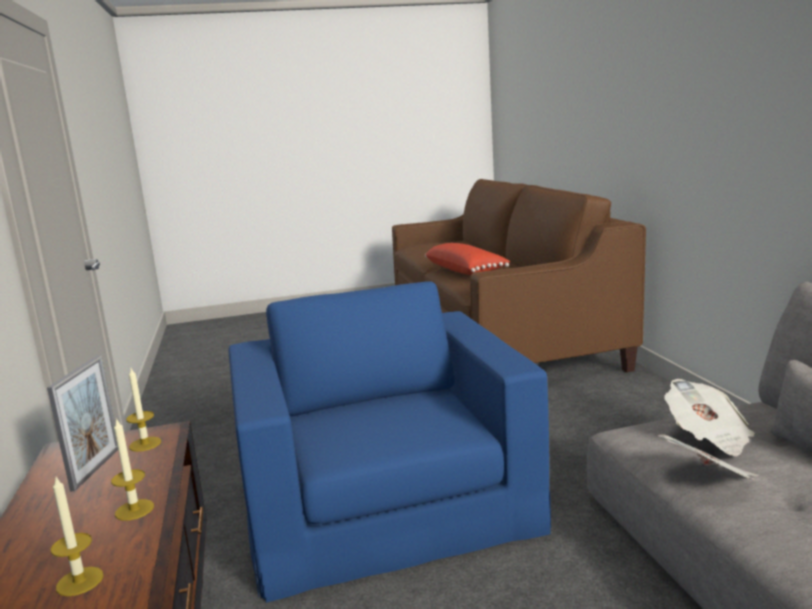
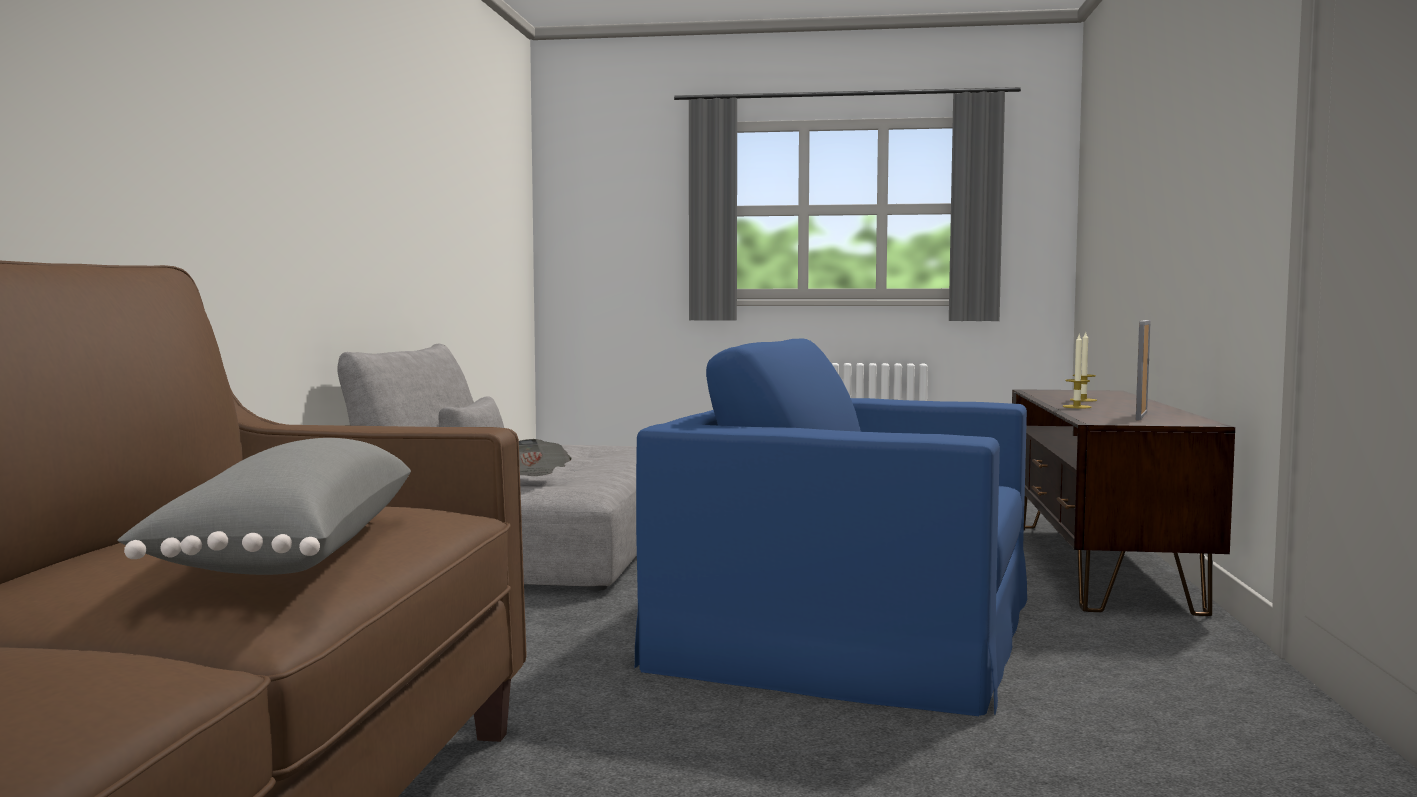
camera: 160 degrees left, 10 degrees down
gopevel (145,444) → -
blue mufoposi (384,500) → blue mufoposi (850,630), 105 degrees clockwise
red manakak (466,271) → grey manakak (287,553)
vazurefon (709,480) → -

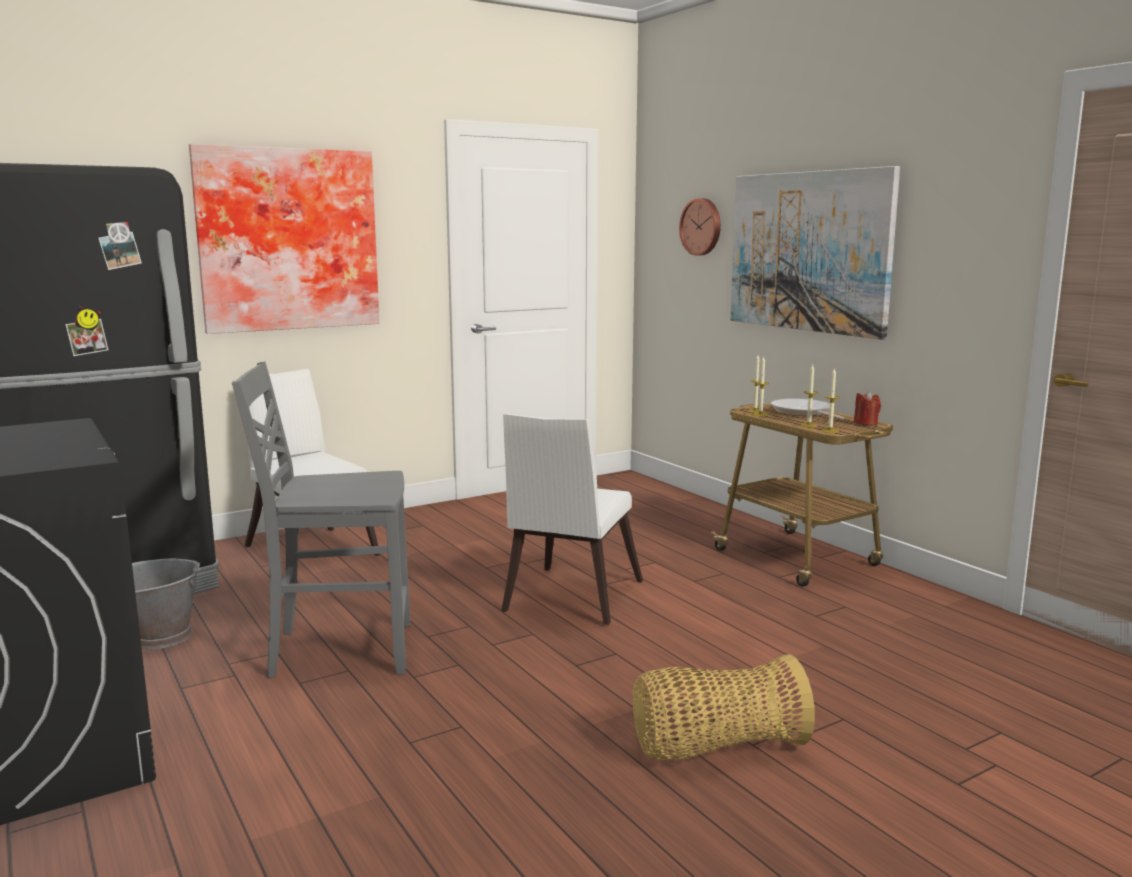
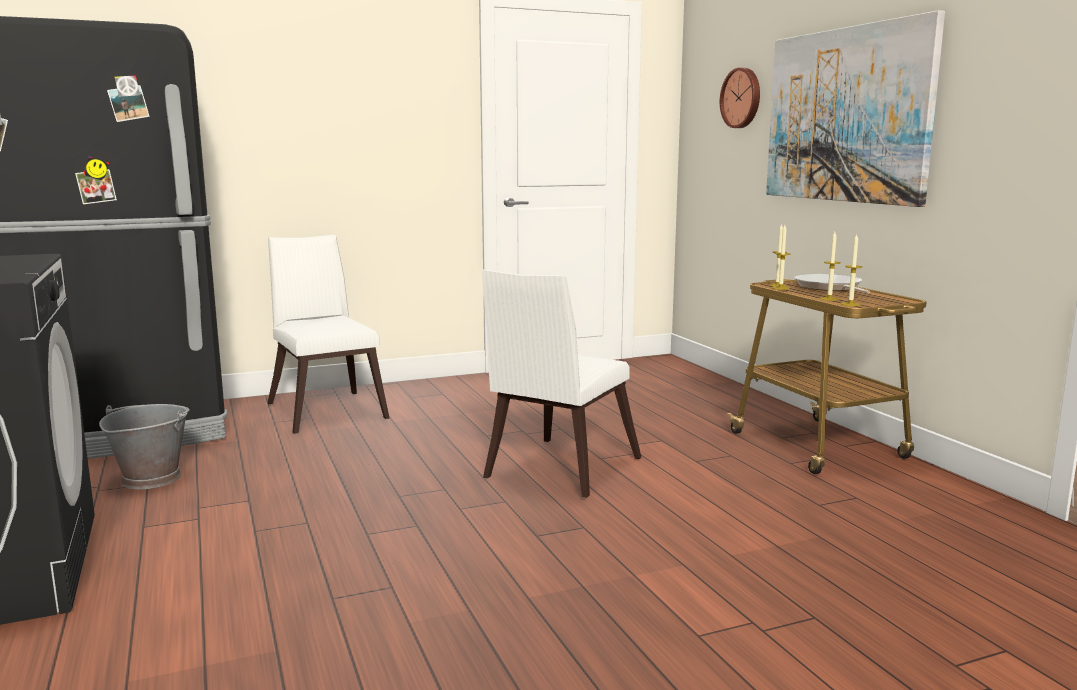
camera: 10 degrees right, 0 degrees up
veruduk (288,240) → -
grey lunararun (339,650) → -
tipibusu (715,748) → -
red gopevel (866,423) → -

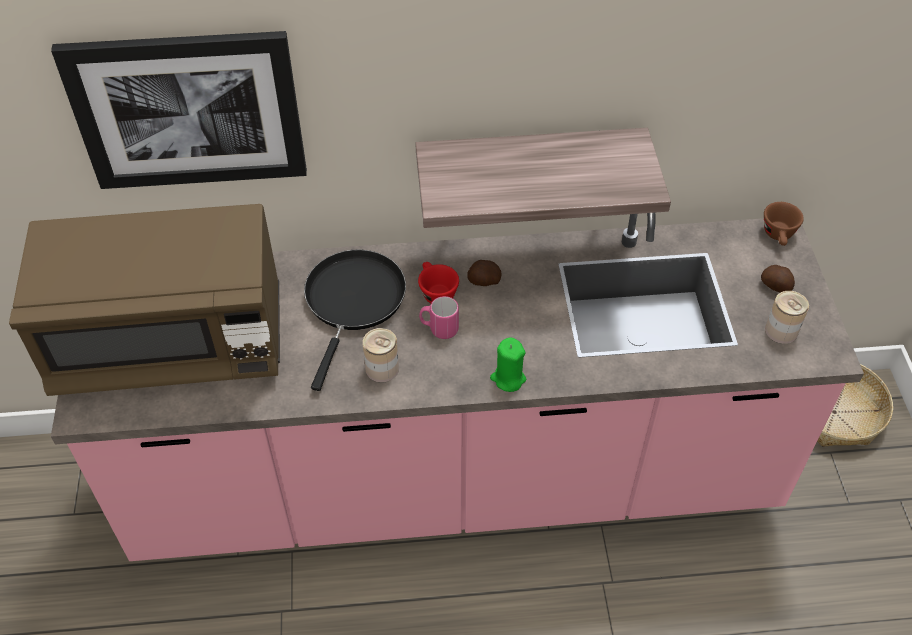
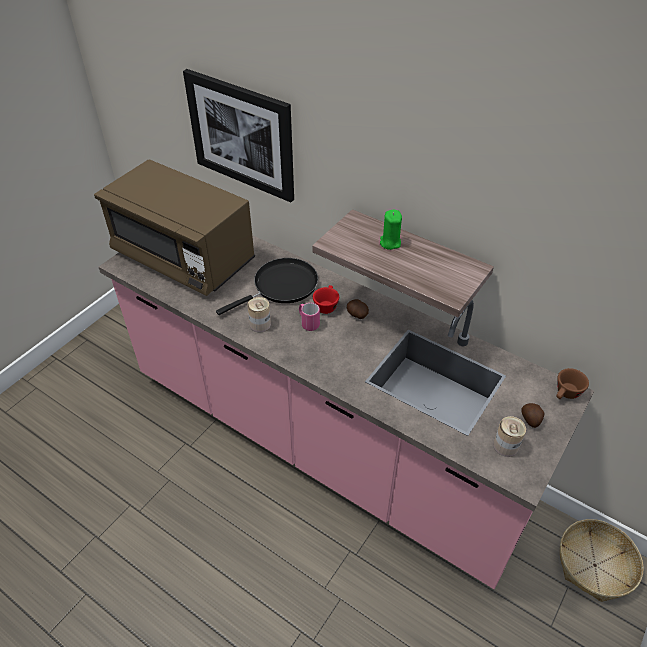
camera: 40 degrees right, 5 degrees down
green gopevel (508,378) → green gopevel (390,242), move

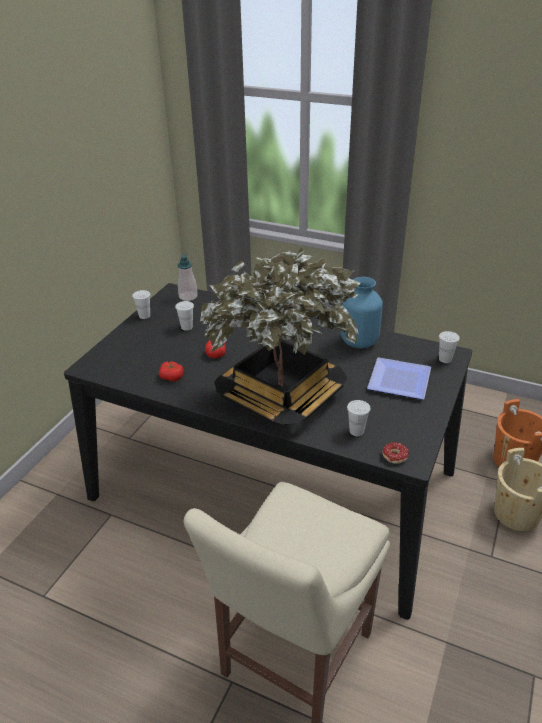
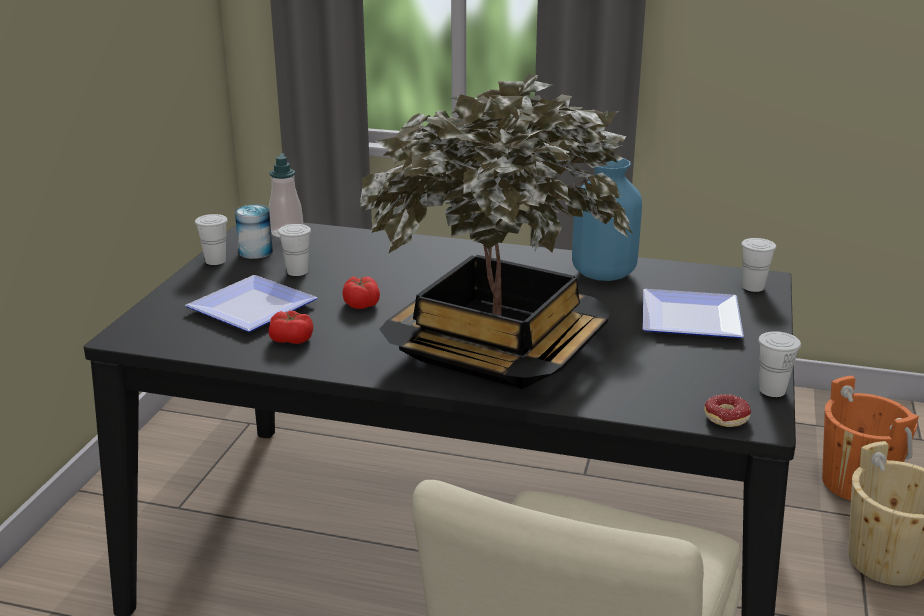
camera: 10 degrees left, 10 degrees down
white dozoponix (356,431) → white dozoponix (772,390), move
- → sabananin (257,308)
- → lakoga (255,252)

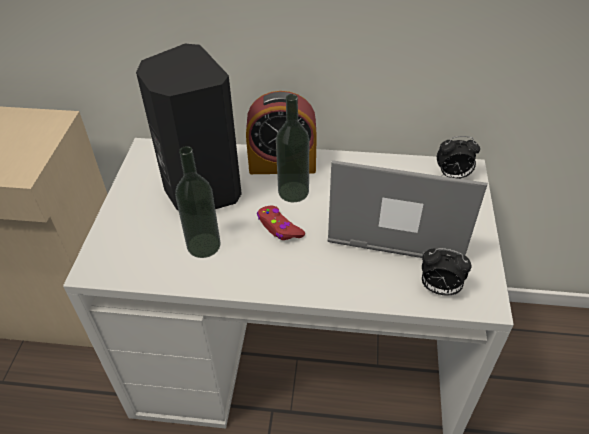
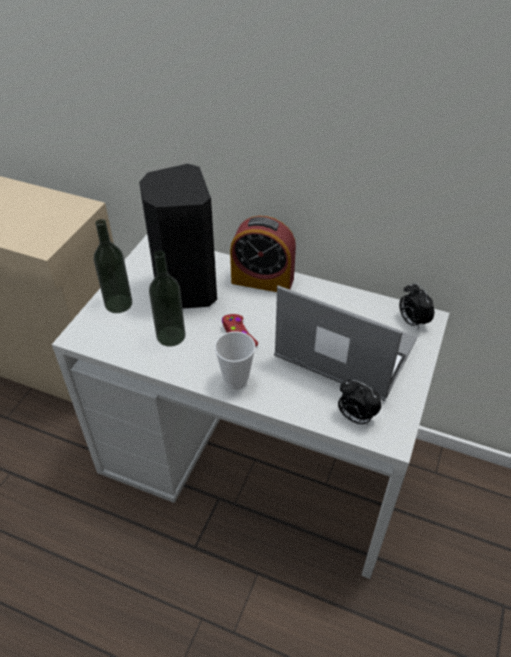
camera: 15 degrees right, 0 degrees up
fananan (293,192) → fananan (118,304), move
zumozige (452,176) → zumozige (412,321), 45 degrees clockwise
- → dozoponix (236,380)

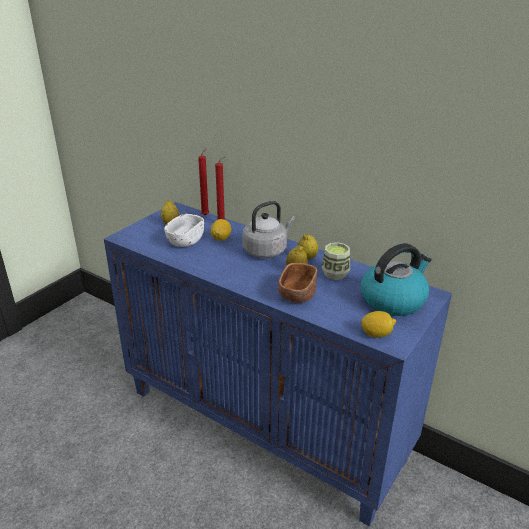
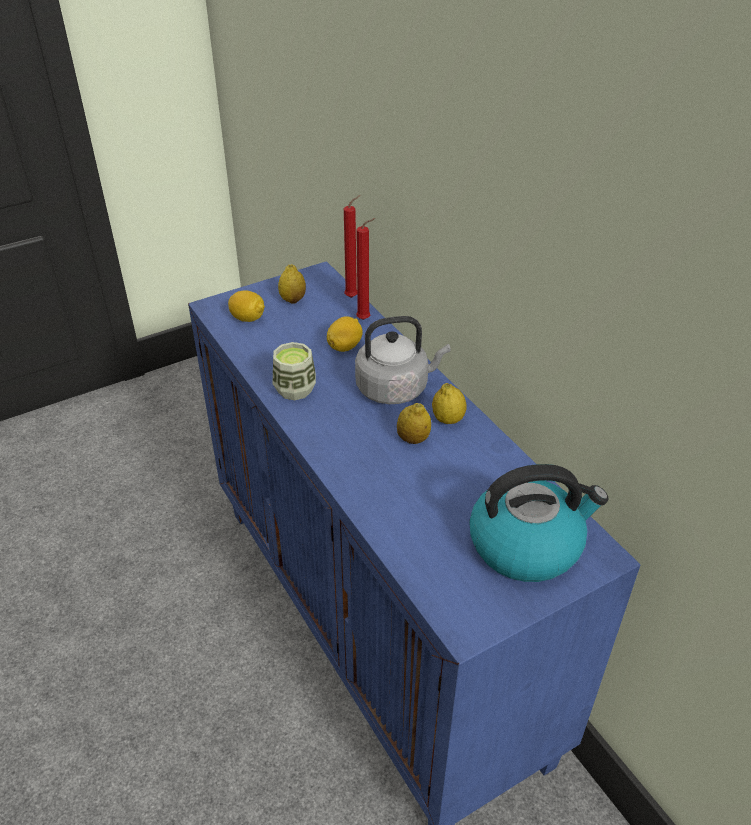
camera: 25 degrees right, 10 degrees up
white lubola (185,241) → -
brown lubola (297,294) → -
dozoponix (335,274) → dozoponix (295,389), move
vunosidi (376,334) → vunosidi (248,318), move

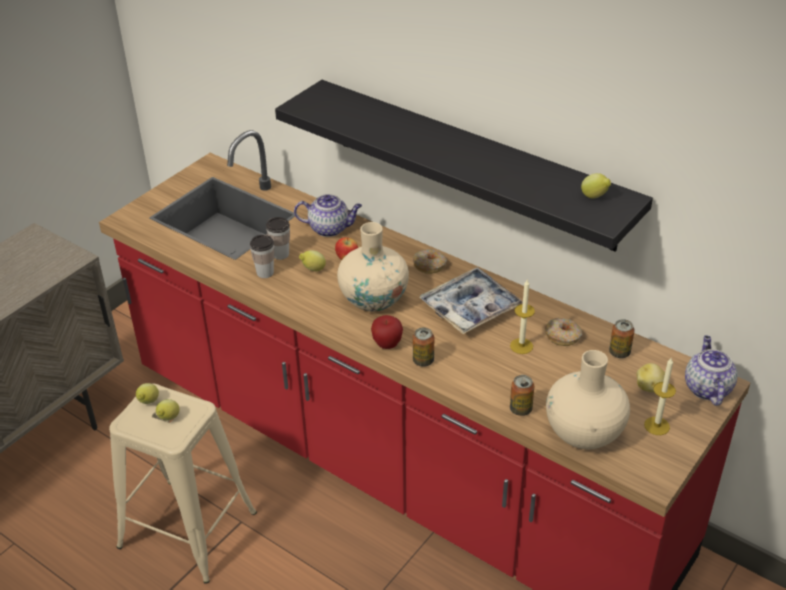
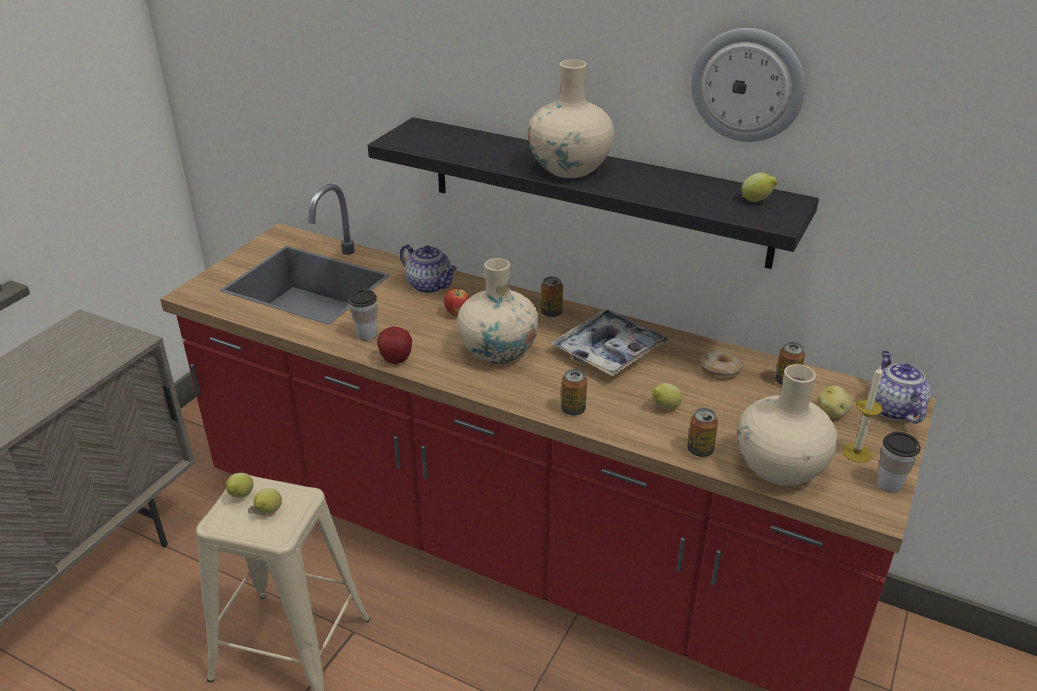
camera: 10 degrees left, 5 degrees down
dozoponix (280,254) → dozoponix (889,484), move
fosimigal (330,228) → fosimigal (430,285), 45 degrees clockwise
vunosidi (313,269) → vunosidi (664,408), move
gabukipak (387,344) → gabukipak (396,360), move
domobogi (430,265) → lakoga (551,313)
gopevel (521,346) → -
- → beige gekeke (569,168)
- → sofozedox (747,85)

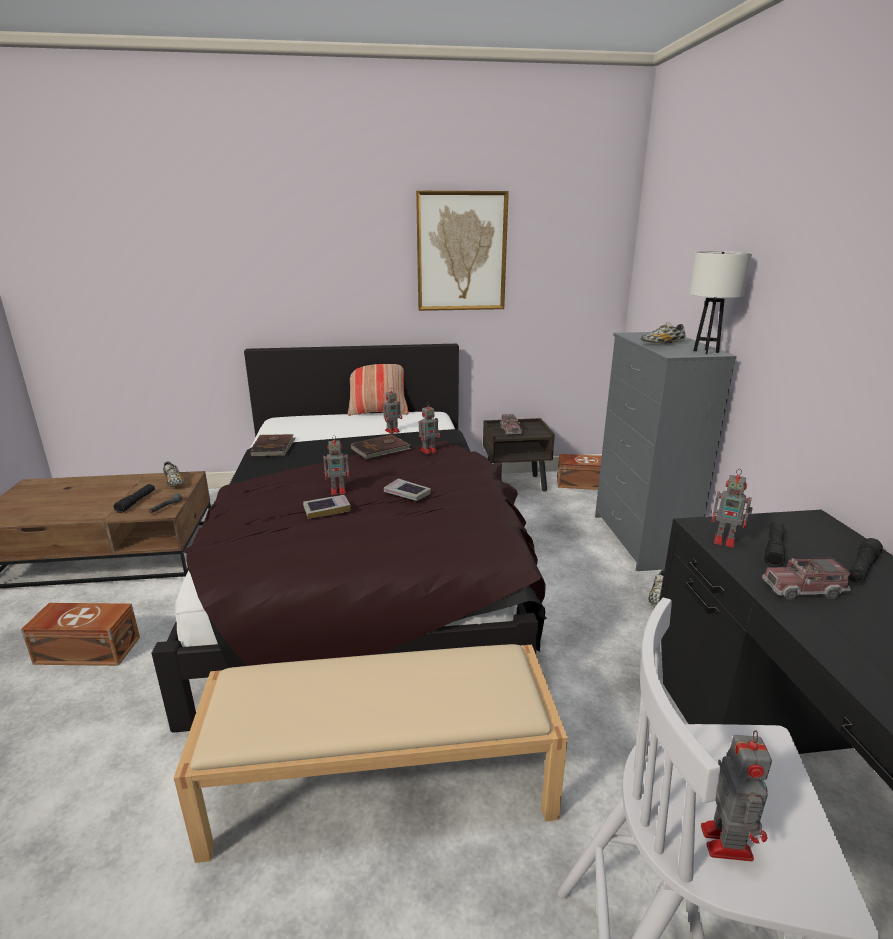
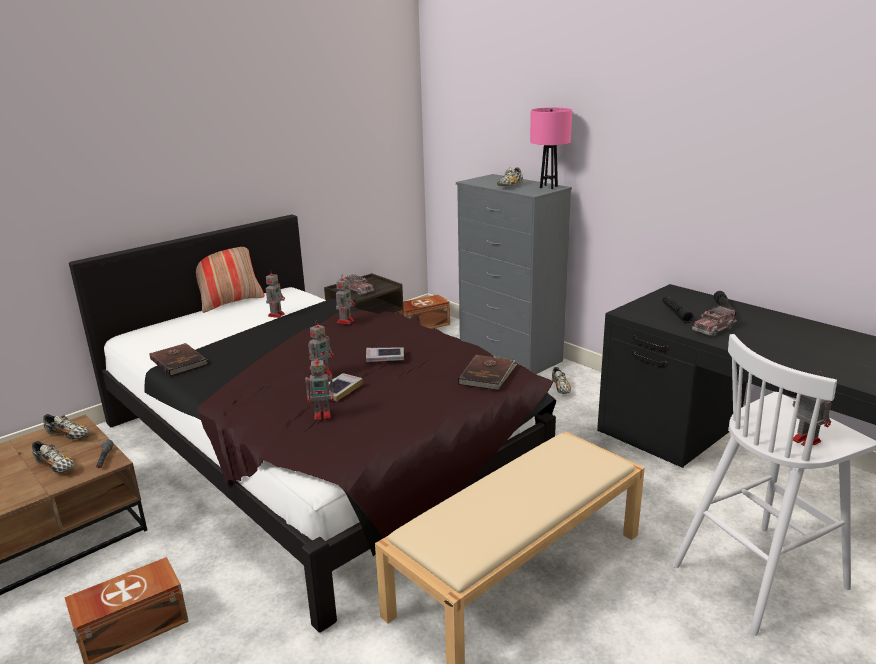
camera: 35 degrees left, 0 degrees up
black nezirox (136,502) → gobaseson (56,466)
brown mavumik (381,449) → brown mavumik (487,375), move
veruduk (461,252) → -
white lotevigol (705,351) → pink lotevigol (548,187)
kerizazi (726,541) → kerizazi (323,414), move

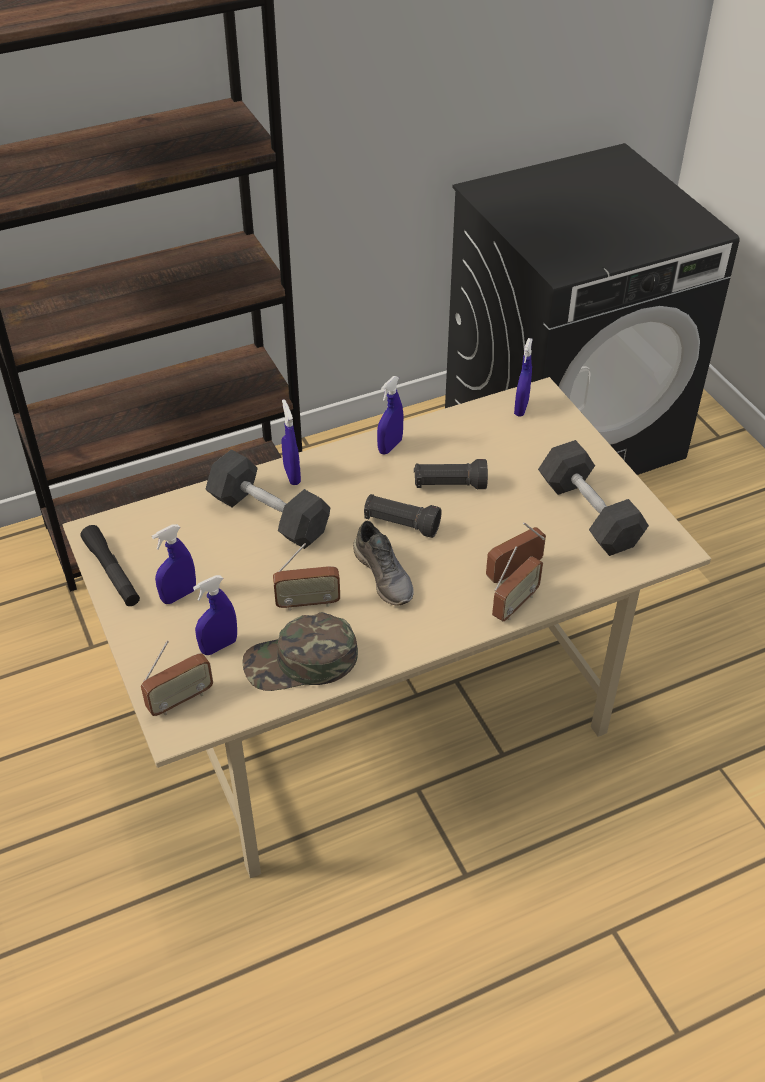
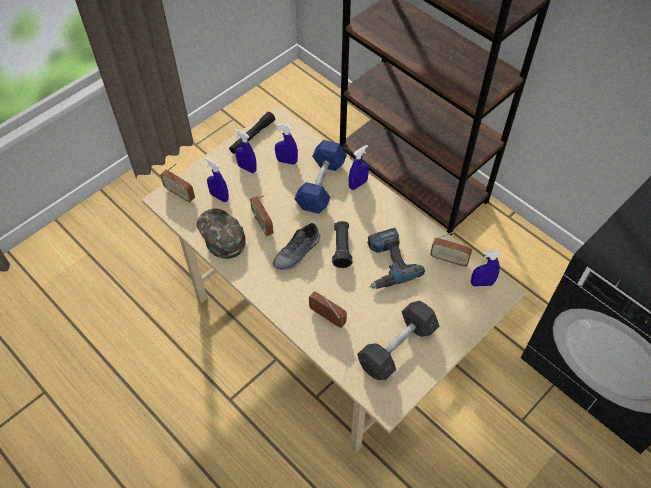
camera: 70 degrees right, 10 degrees up
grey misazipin (269,515) → blue misazipin (321,185)
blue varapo (390,446) → blue varapo (287,161), move
black nezirox (449,485) → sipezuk (387,263)
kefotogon (515,604) → kefotogon (448,259), move

